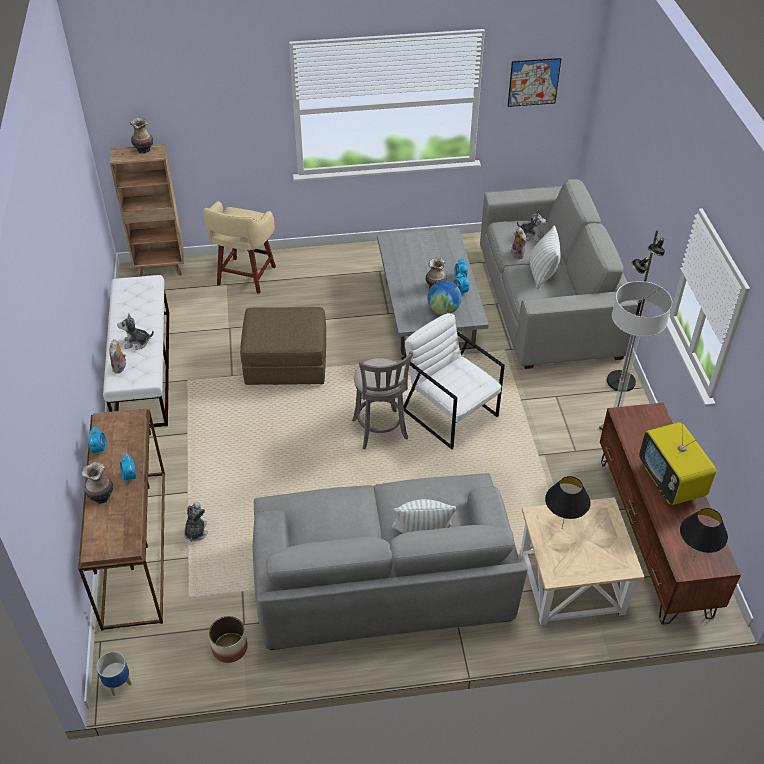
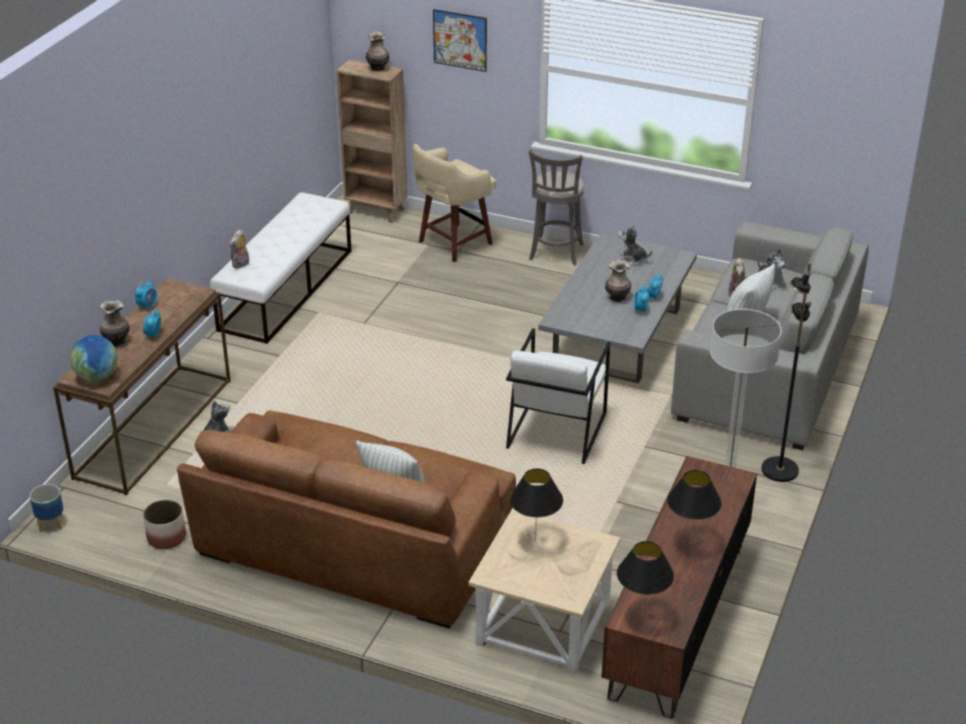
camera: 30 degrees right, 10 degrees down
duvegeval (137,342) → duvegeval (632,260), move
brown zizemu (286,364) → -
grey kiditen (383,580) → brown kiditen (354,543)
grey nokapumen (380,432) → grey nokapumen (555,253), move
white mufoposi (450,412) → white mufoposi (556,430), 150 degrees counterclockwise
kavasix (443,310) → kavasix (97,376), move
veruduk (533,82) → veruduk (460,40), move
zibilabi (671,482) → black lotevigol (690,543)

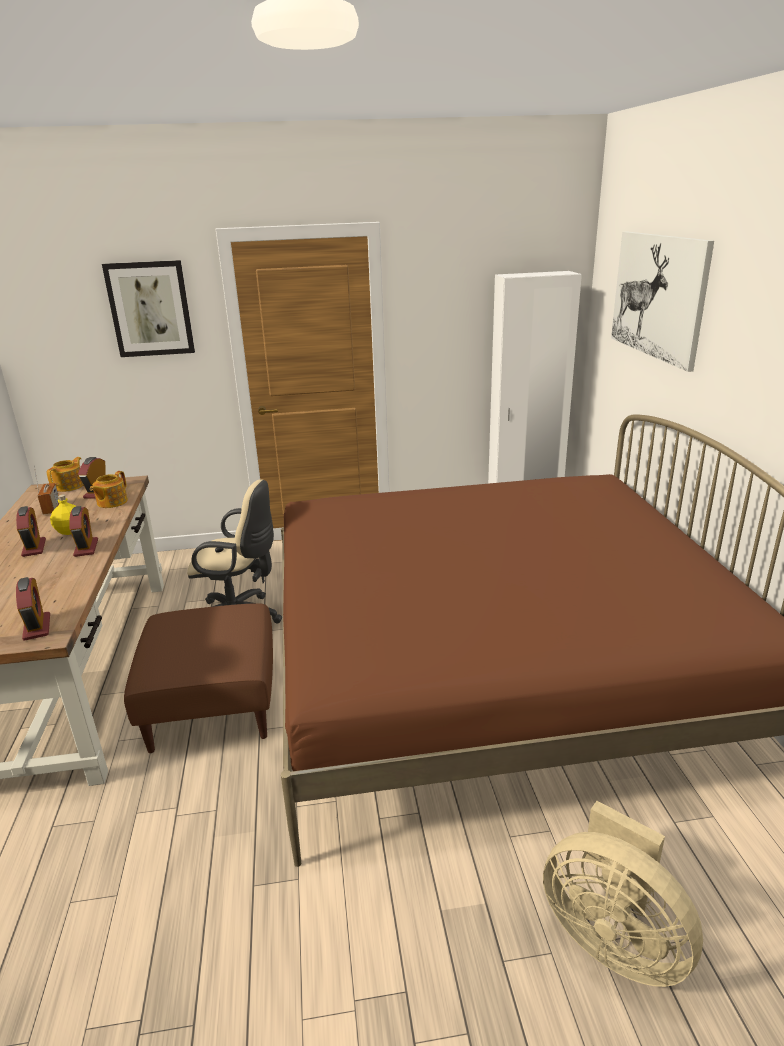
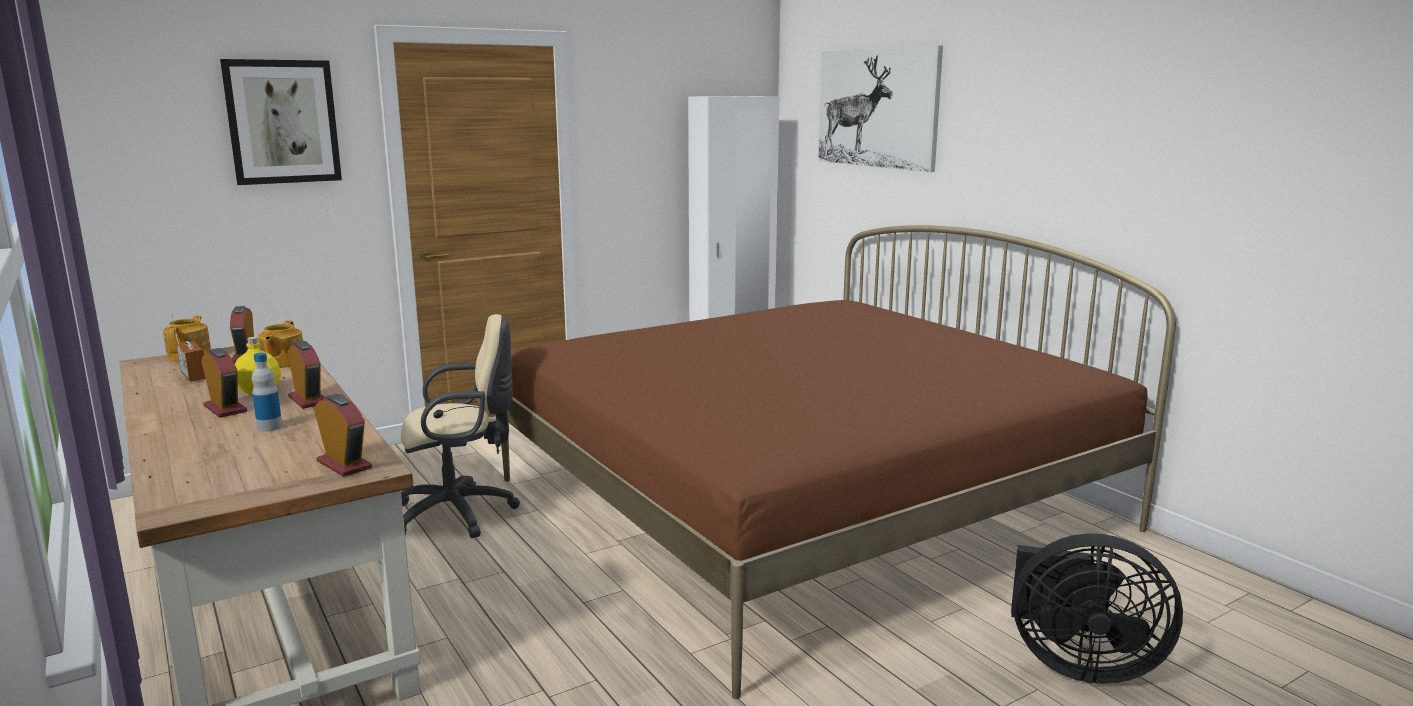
camera: 25 degrees left, 10 degrees down
brown zizemu (214,705) → -
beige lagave (612,938) → black lagave (1078,664)
- → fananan (269,427)

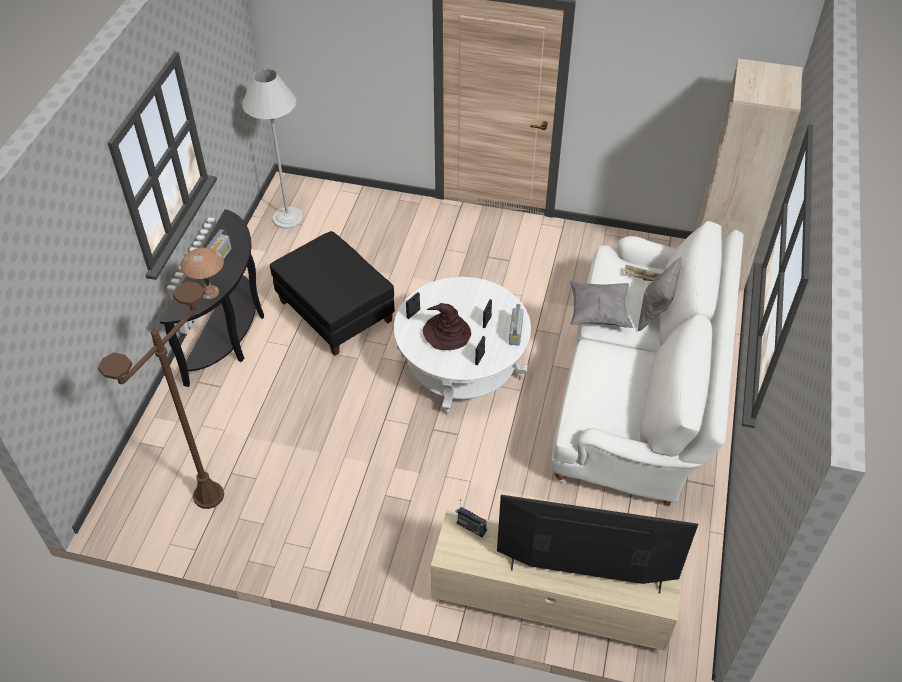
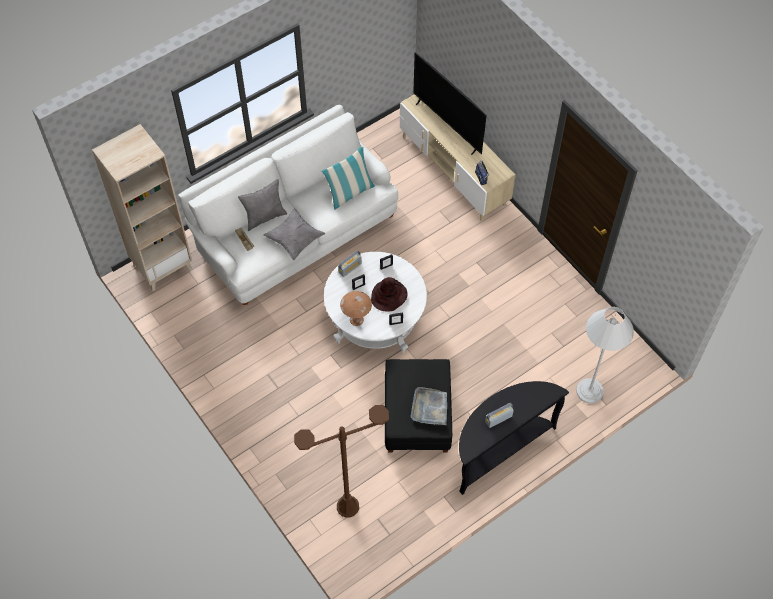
camera: 140 degrees left, 10 degrees up
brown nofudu (208,496) → brown nofudu (348,506), move
brown lotevigol (209,292) → brown lotevigol (357,319), move
white nofudu (288,218) → white nofudu (589,391), move
- → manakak (350,193)
- → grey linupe (429,407)

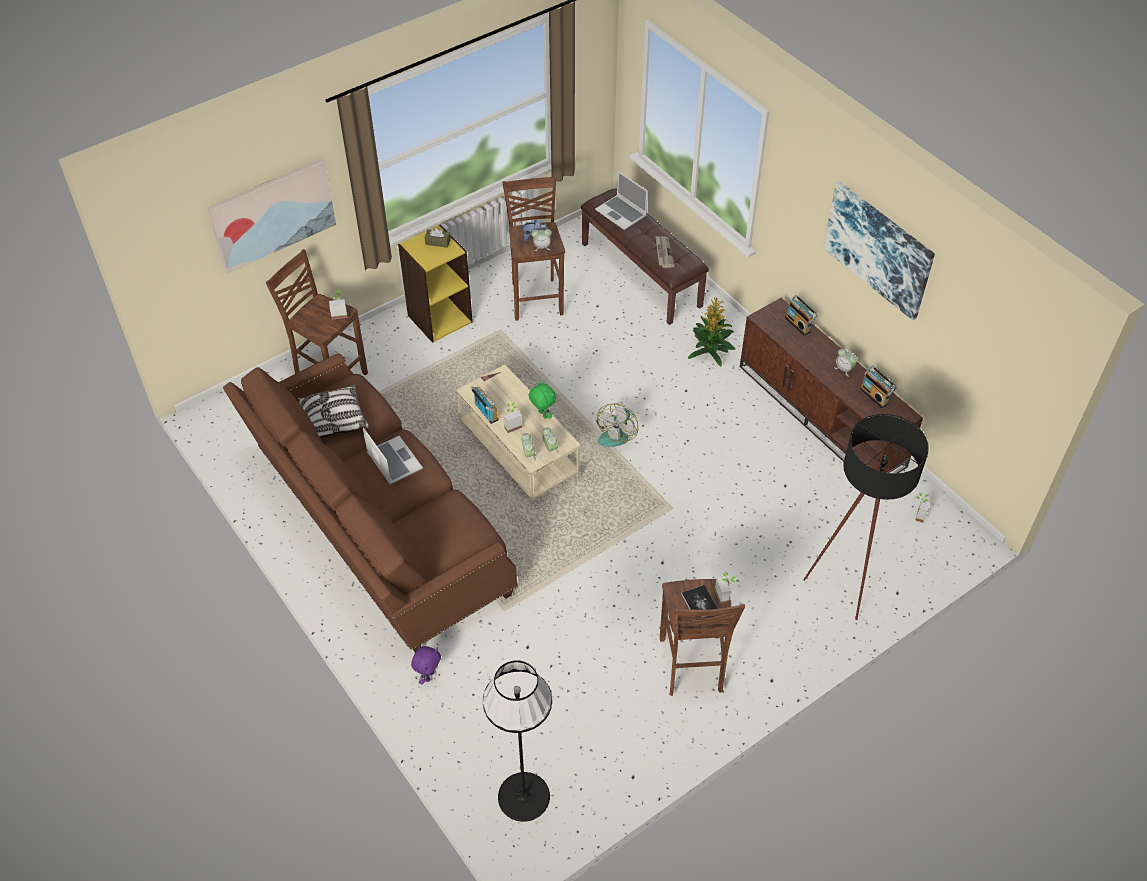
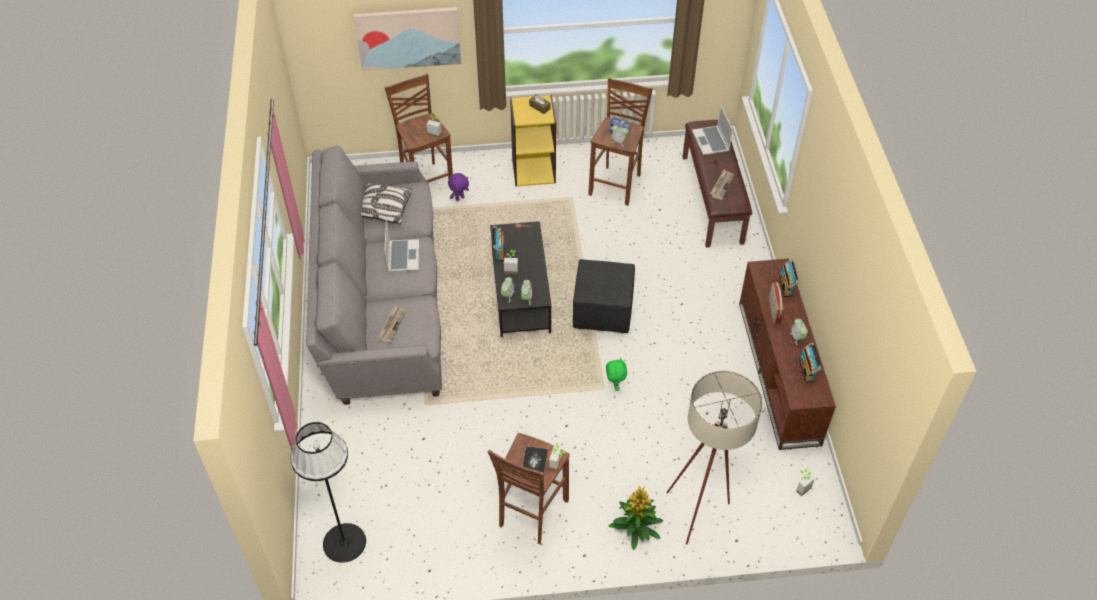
camera: 30 degrees right, 0 degrees up
brown kiditen (377,527) → grey kiditen (382,303)
purple duvegeval (428,676) → purple duvegeval (459,198), move
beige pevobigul (517,450) → black pevobigul (520,292)
green duvegeval (542,415) → green duvegeval (614,385), move
lagave (616,433) → black zizemu (603,313)
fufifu (711,350) → fufifu (636,528), move
black nofudu (847,581) → beige nofudu (701,511)
veruduk (878,249) → -
- → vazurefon (392,325)
- → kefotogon (773,310)

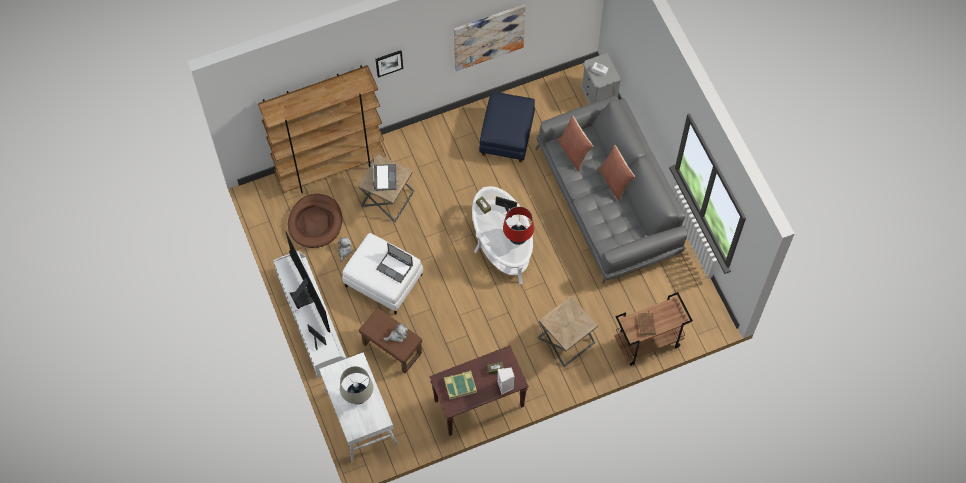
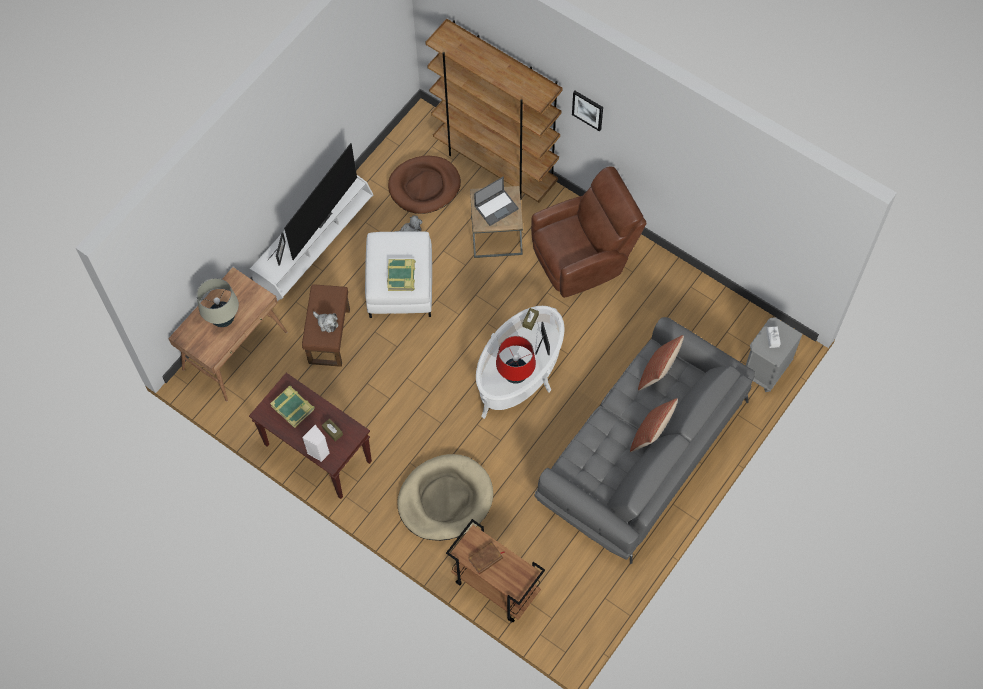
camera: 60 degrees right, 0 degrees up
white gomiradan (360,418) → brown gomiradan (235,350)
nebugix (395,267) → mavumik (402,276)
veruduk (488,36) → -
blue zizemu (506,136) → -
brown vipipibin (566,340) → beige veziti (445,499)
- → brown mufoposi (583,256)

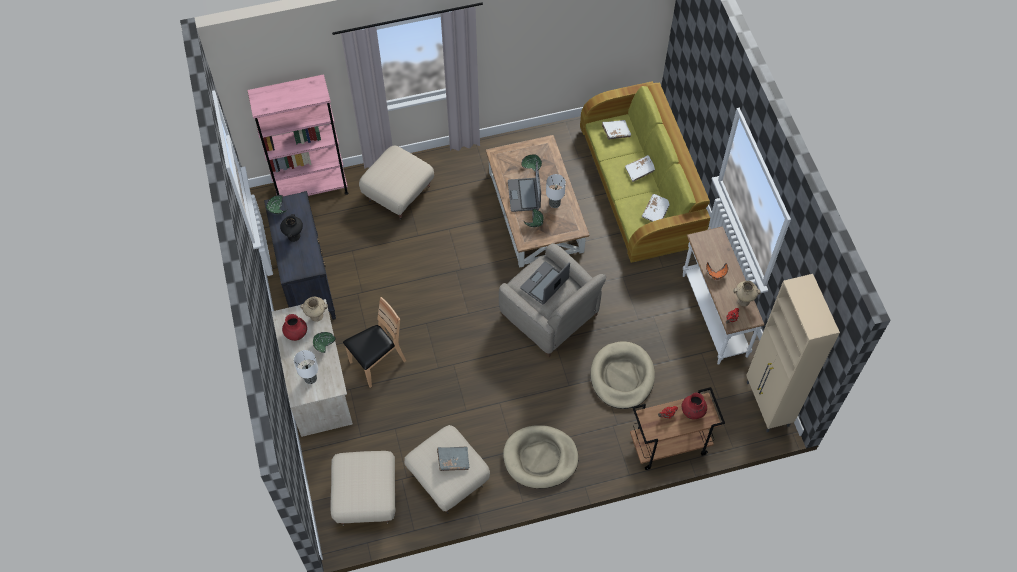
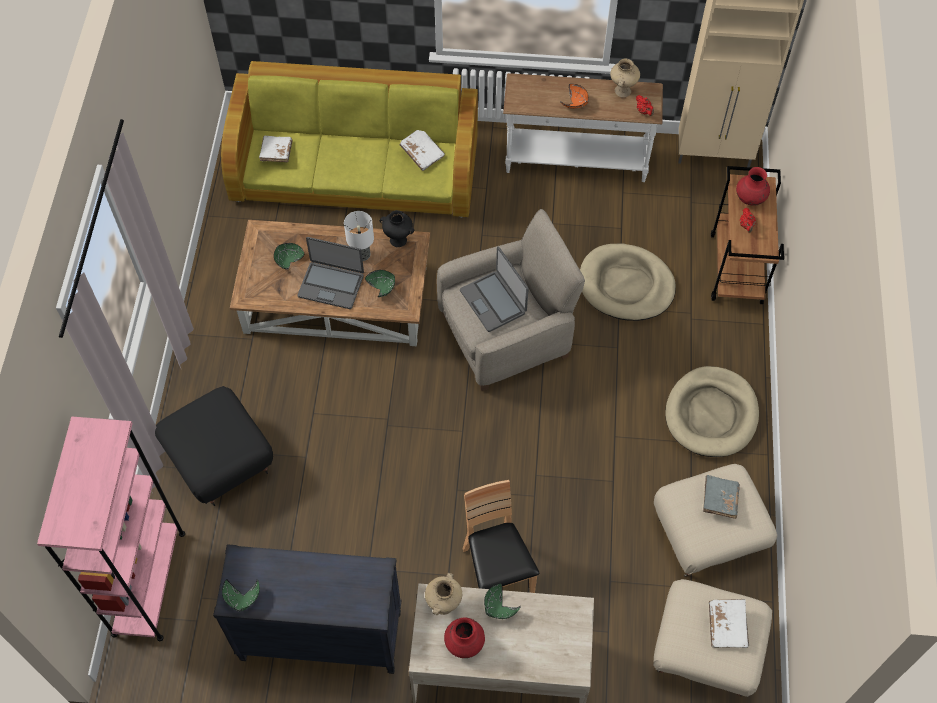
camera: 70 degrees left, 0 degrees up
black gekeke (294,236) → black gekeke (399,240), move
lotevigol (310,378) → -
beige zizemu (399,194) → black zizemu (221,460)
white mavumik (640,171) → white mavumik (727,626), move

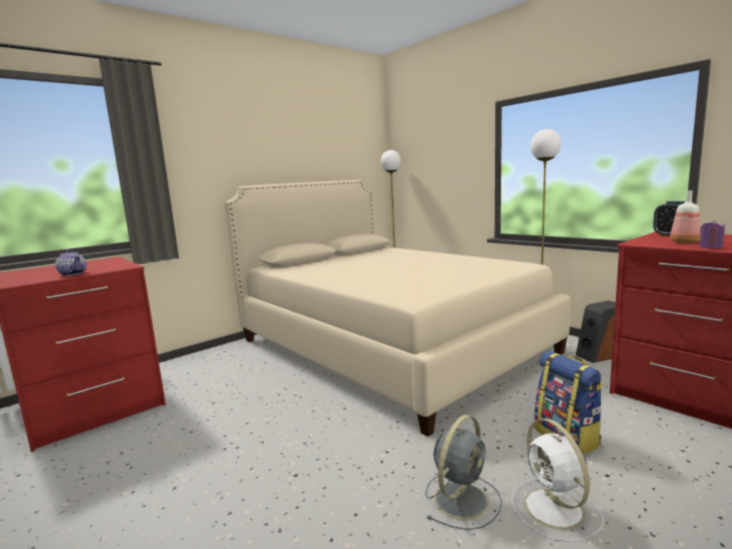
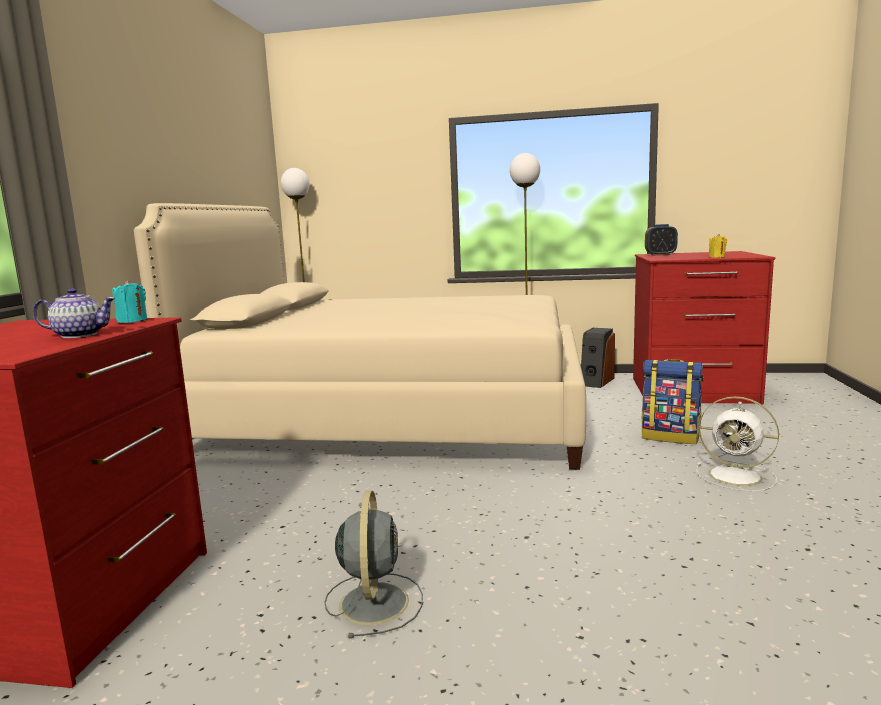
camera: 40 degrees left, 0 degrees up
grey lagave (462,498) → grey lagave (374,601), move
fananan (684,242) → -
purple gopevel (710,247) → yellow gopevel (716,257)
- → turquoise gopevel (132,321)

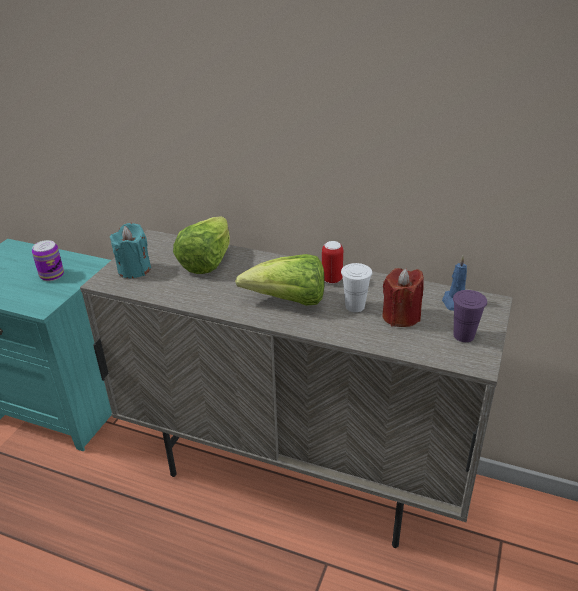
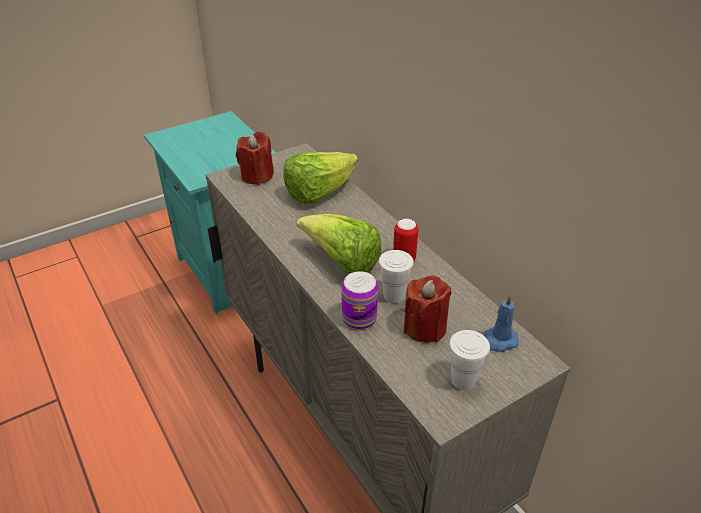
camera: 35 degrees right, 5 degrees up
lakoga (52,275) → lakoga (359,318), move
turquoise gopevel (134,269) → red gopevel (257,176)
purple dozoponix (463,336) → white dozoponix (463,380)

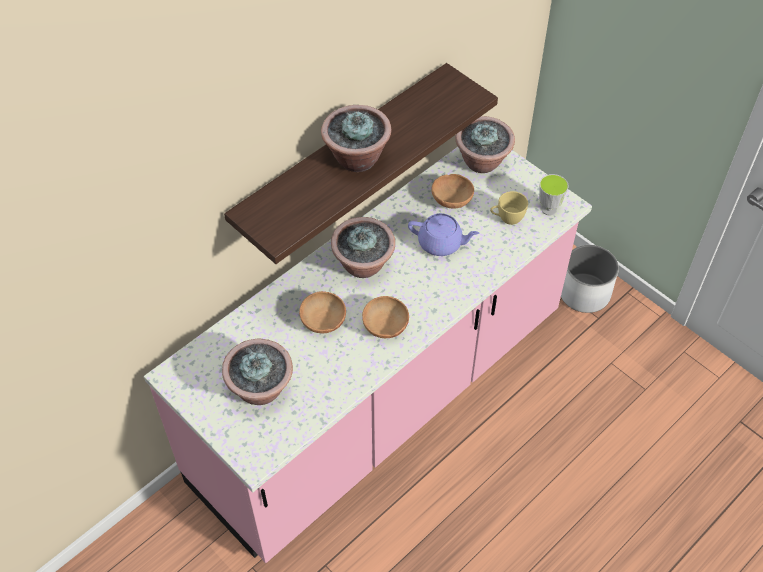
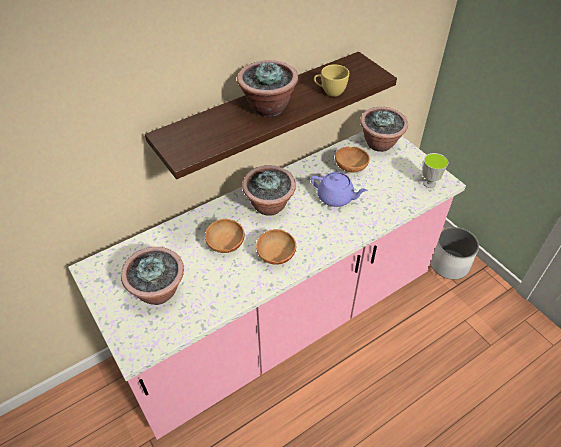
camera: 10 degrees right, 5 degrees down
yellow dozoponix (507,218) → yellow dozoponix (330,92), move

